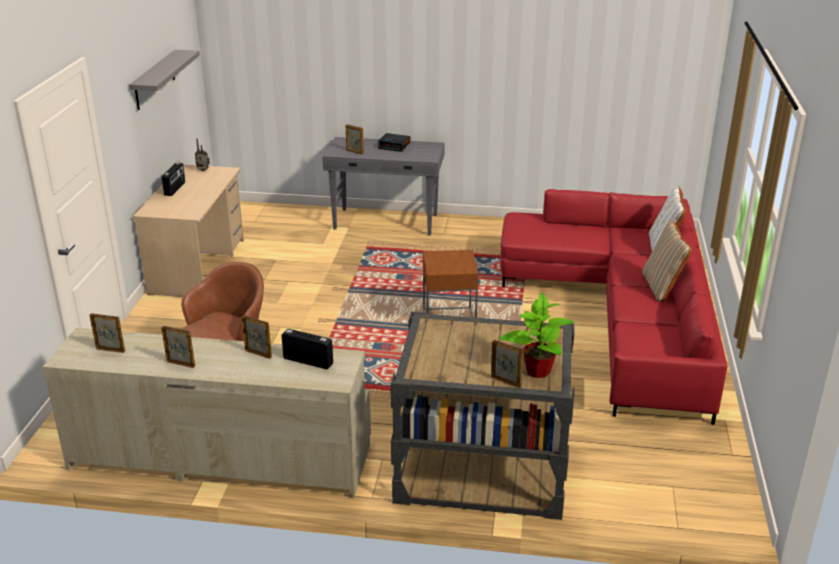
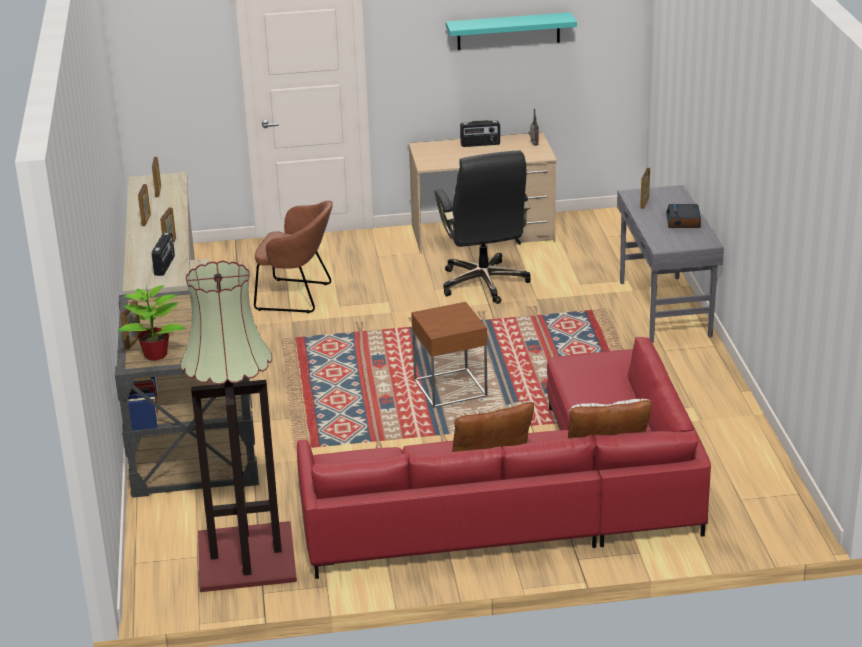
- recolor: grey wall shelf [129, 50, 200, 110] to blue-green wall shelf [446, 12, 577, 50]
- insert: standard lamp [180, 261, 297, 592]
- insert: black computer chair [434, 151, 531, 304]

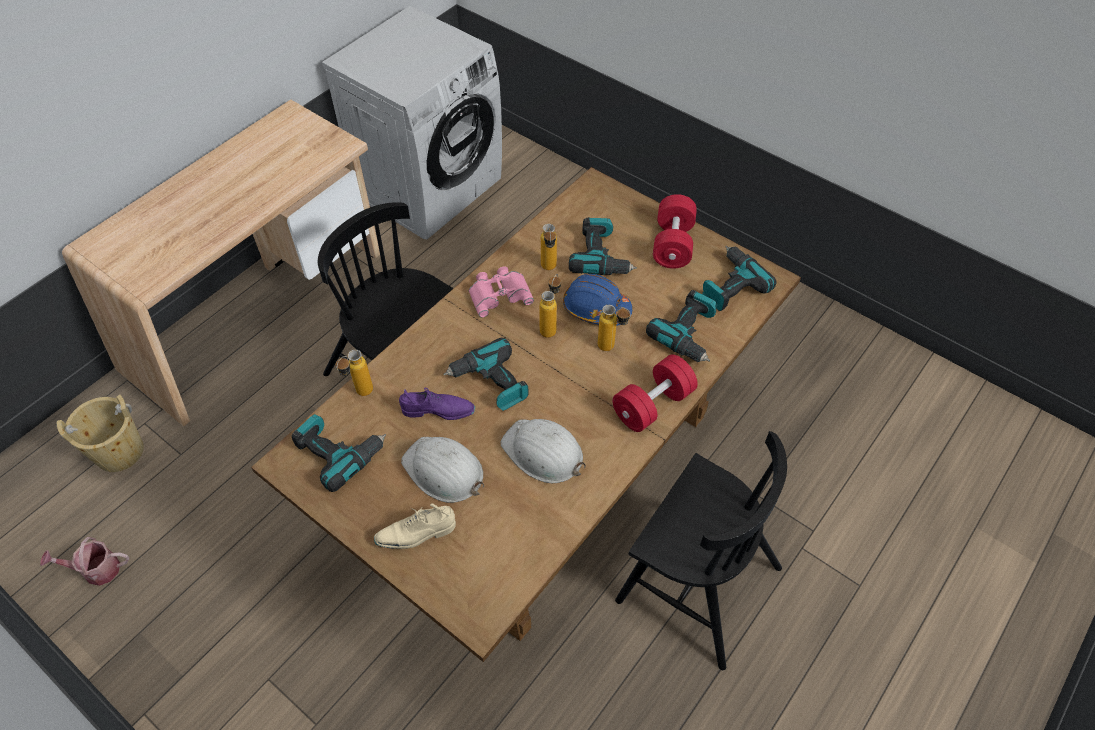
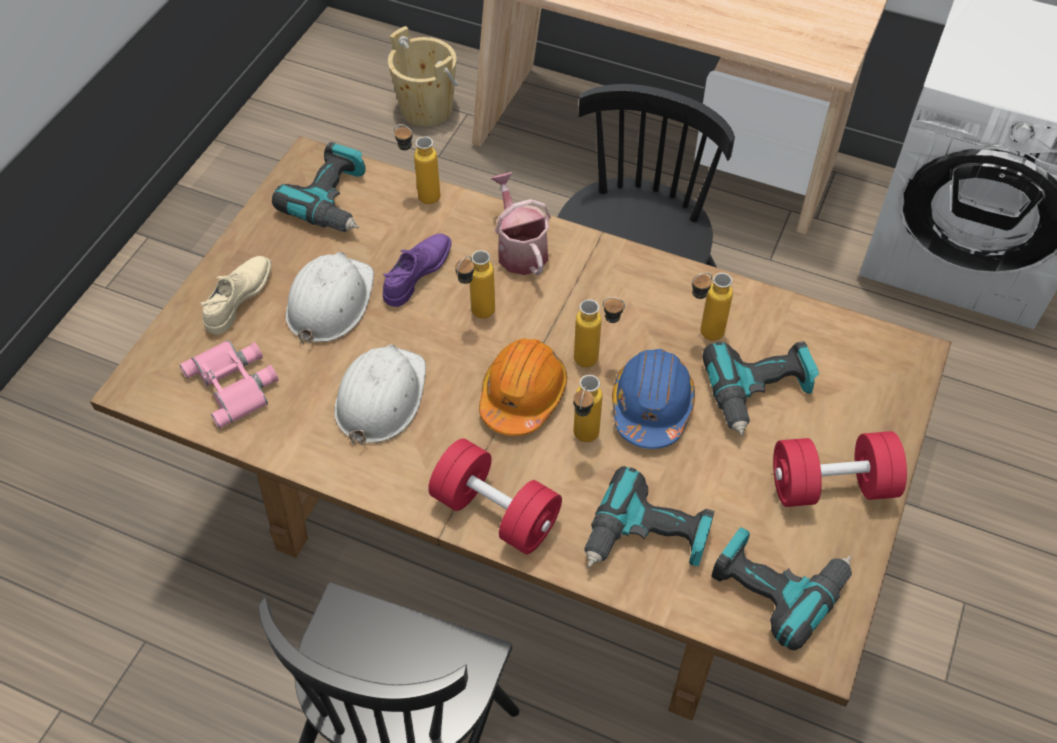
- move: sprinkling can [40, 537, 129, 586] to [490, 172, 551, 276]
- rotate: beige-coloured low shoe [374, 503, 456, 549] = [200, 256, 271, 335] 60 degrees clockwise
- rotate: purple-coloured low shoe [399, 387, 475, 420] = [383, 234, 451, 307] 135 degrees counterclockwise
- replace: electric drill [444, 338, 528, 411] to bottle [455, 250, 495, 318]
- move: pinkish binoculars [469, 266, 534, 317] to [180, 340, 279, 428]
- insert: orange-coloured safety helmet [479, 338, 567, 436]

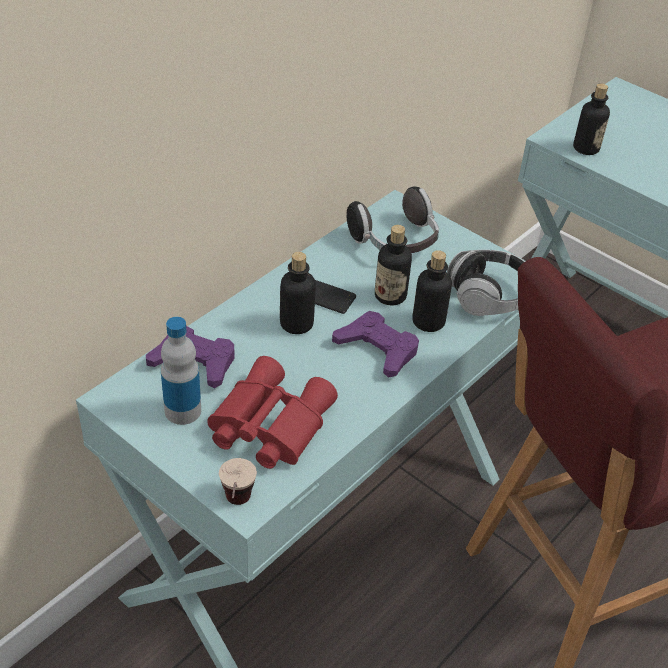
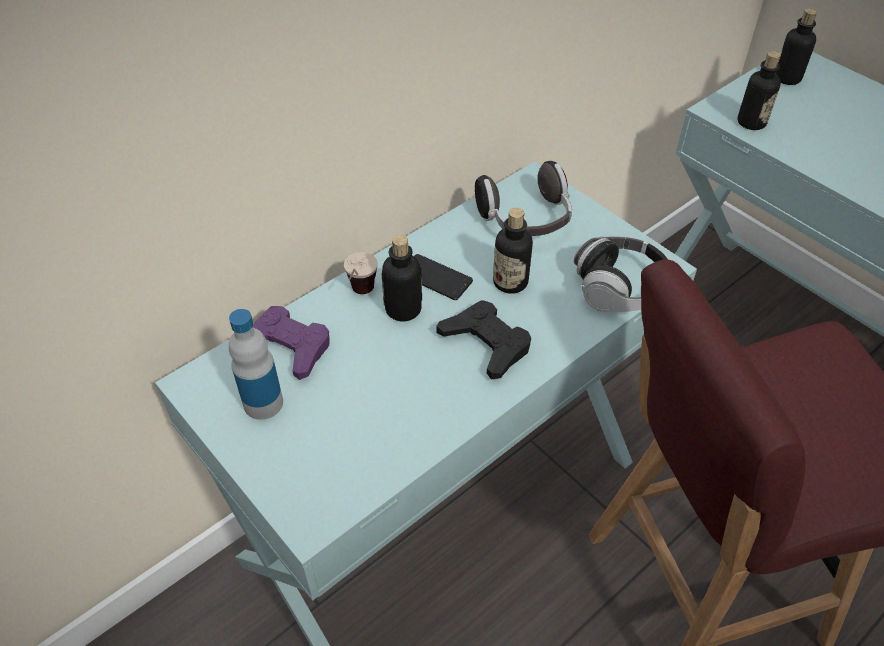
- delete: reddish binoculars [207, 356, 338, 469]
- move: small cup [219, 458, 257, 505] to [344, 252, 378, 294]
- recolor: purple-coloured game controller [332, 311, 419, 377] to black game controller [436, 300, 531, 379]
- move: bottle [412, 250, 452, 332] to [776, 8, 817, 85]

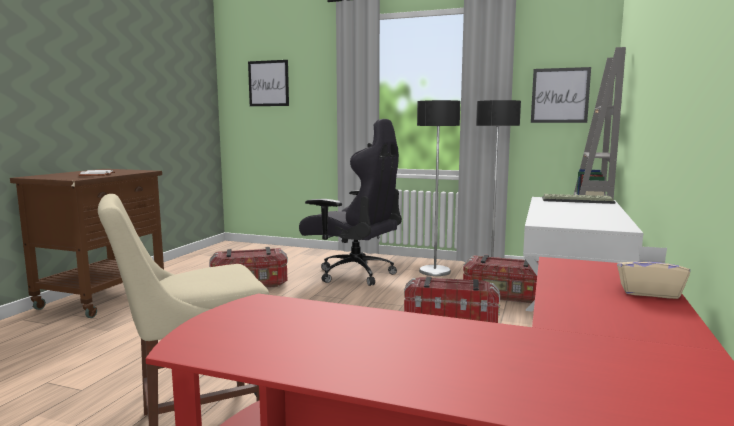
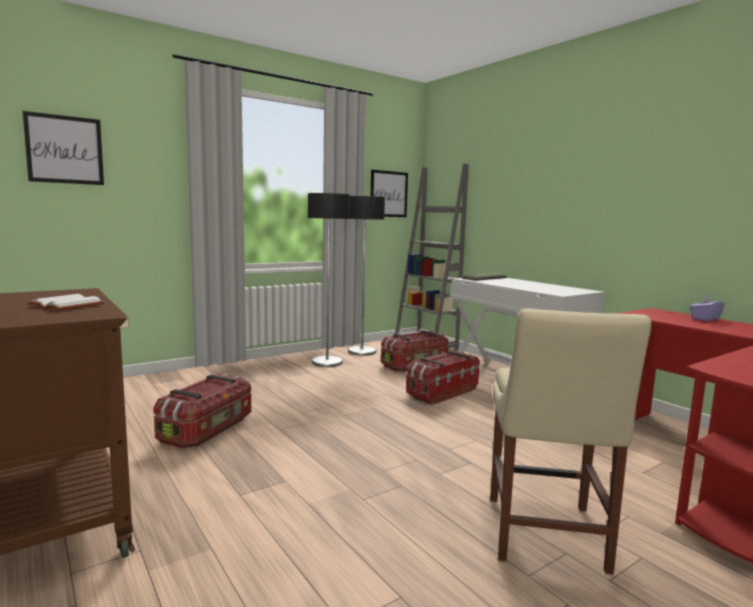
- delete: black computer chair [299, 119, 402, 286]
- recolor: beige-coloured tissue holder [617, 246, 690, 299] to purple-coloured tissue holder [690, 294, 724, 321]

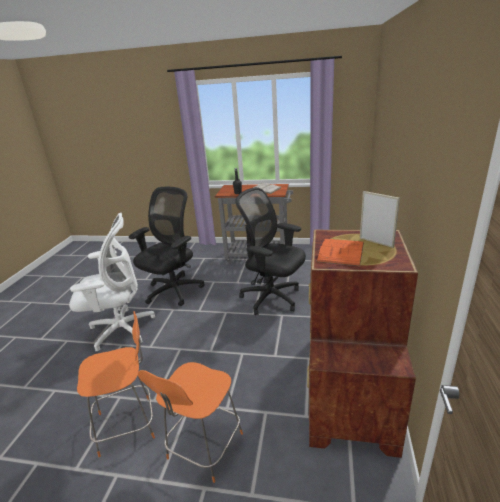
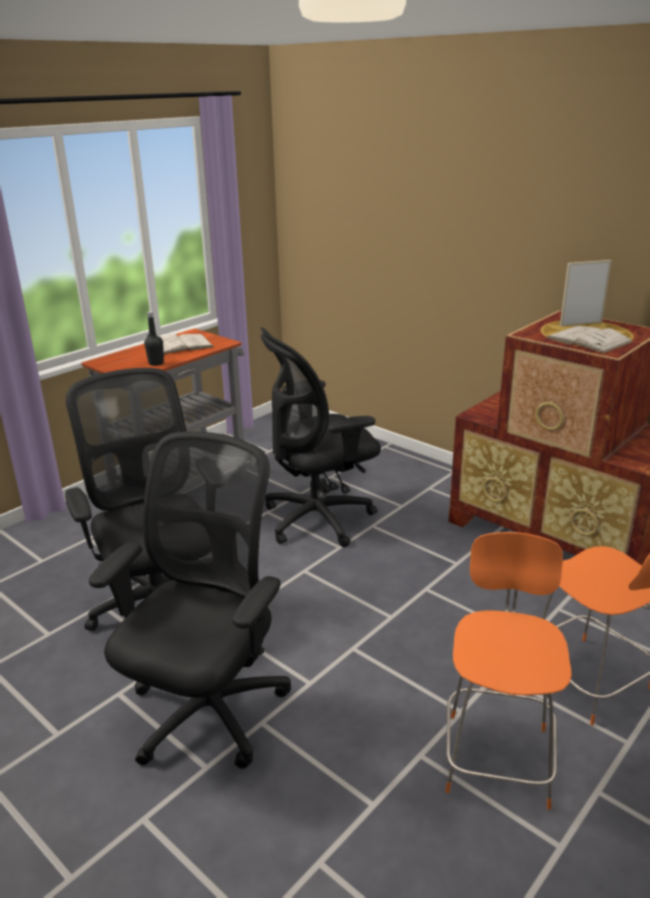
- recolor: white-coloured computer chair [69, 213, 155, 351] to black computer chair [89, 431, 291, 768]
- recolor: orange-coloured volume [316, 239, 364, 266] to white-coloured volume [546, 326, 633, 354]

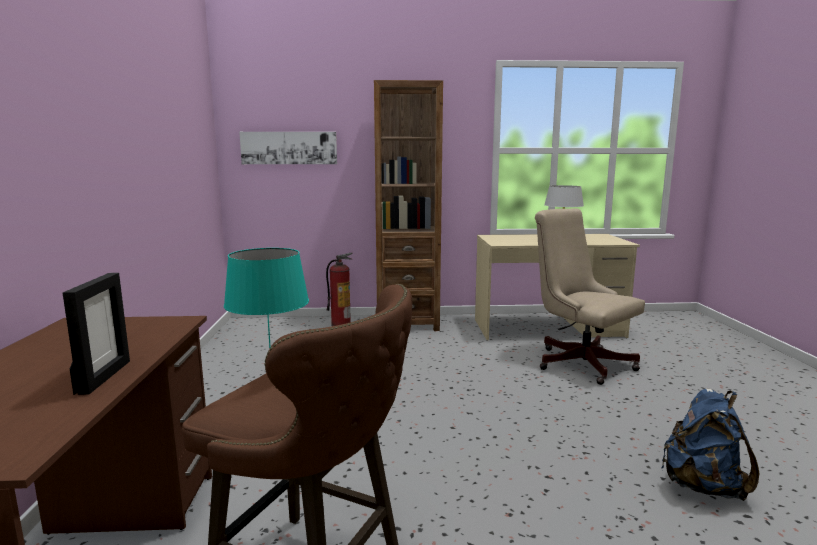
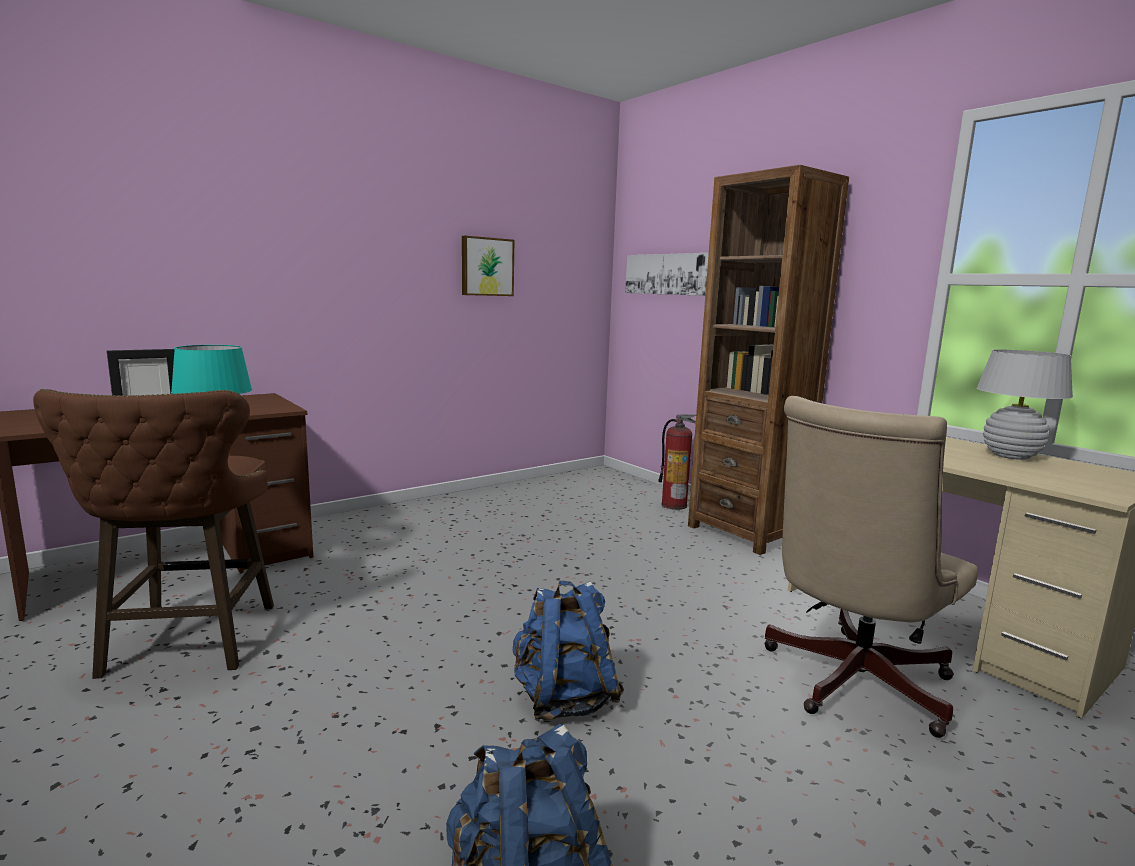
- rotate: beige-coloured computer chair [535, 209, 645, 385] = [764, 396, 978, 738] 150 degrees counterclockwise
- insert: wall picture [462, 236, 514, 296]
- insert: blue-coloured knapsack [513, 581, 624, 721]

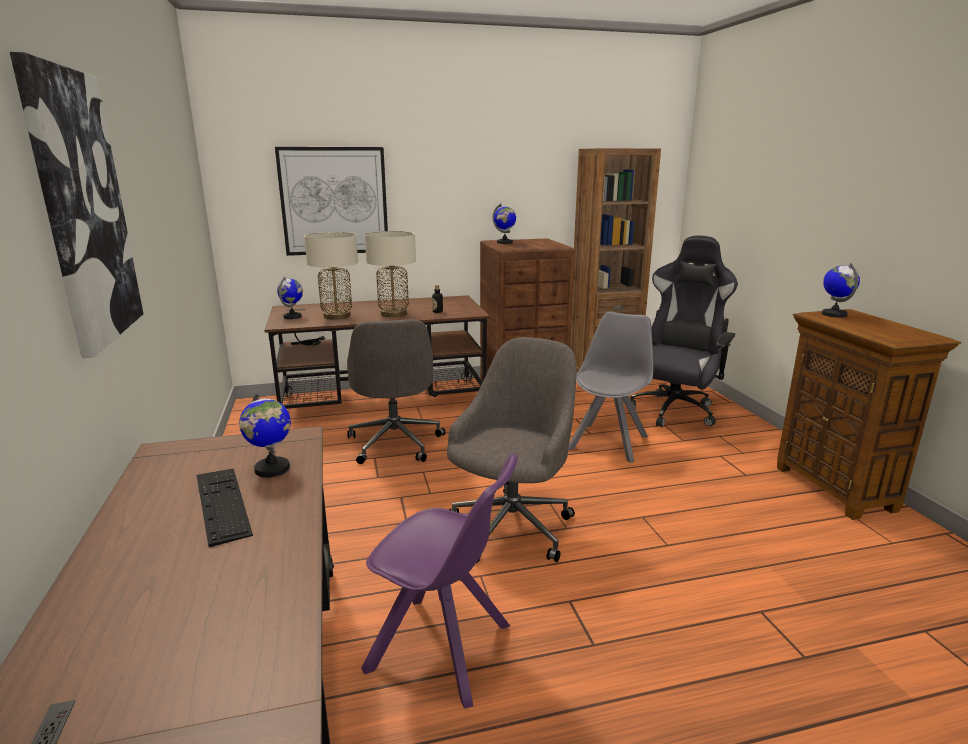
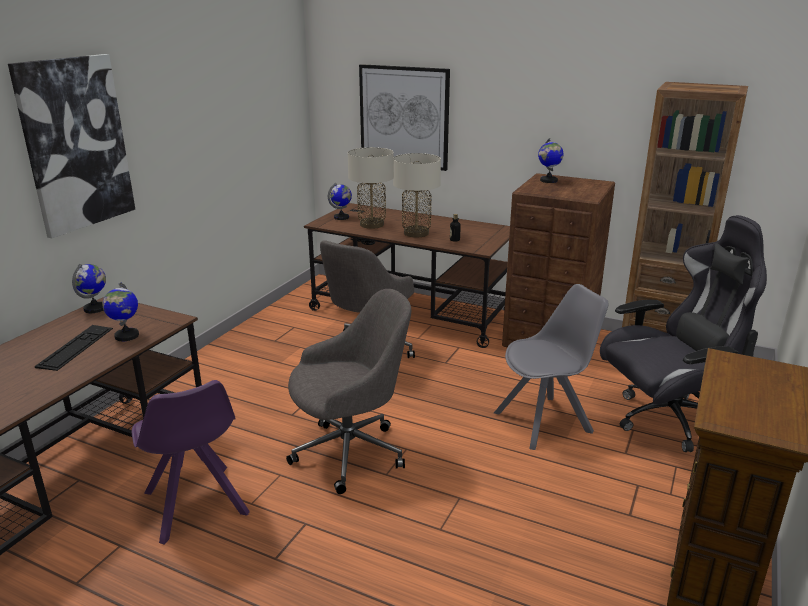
- move: desk globe [822, 263, 860, 318] to [72, 264, 106, 313]

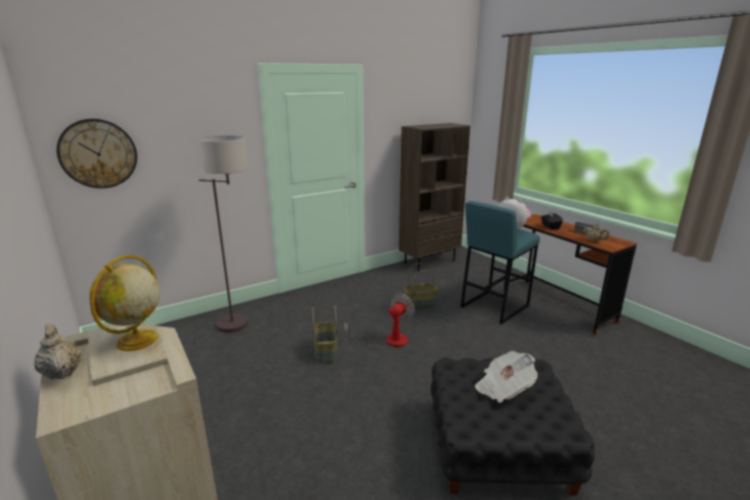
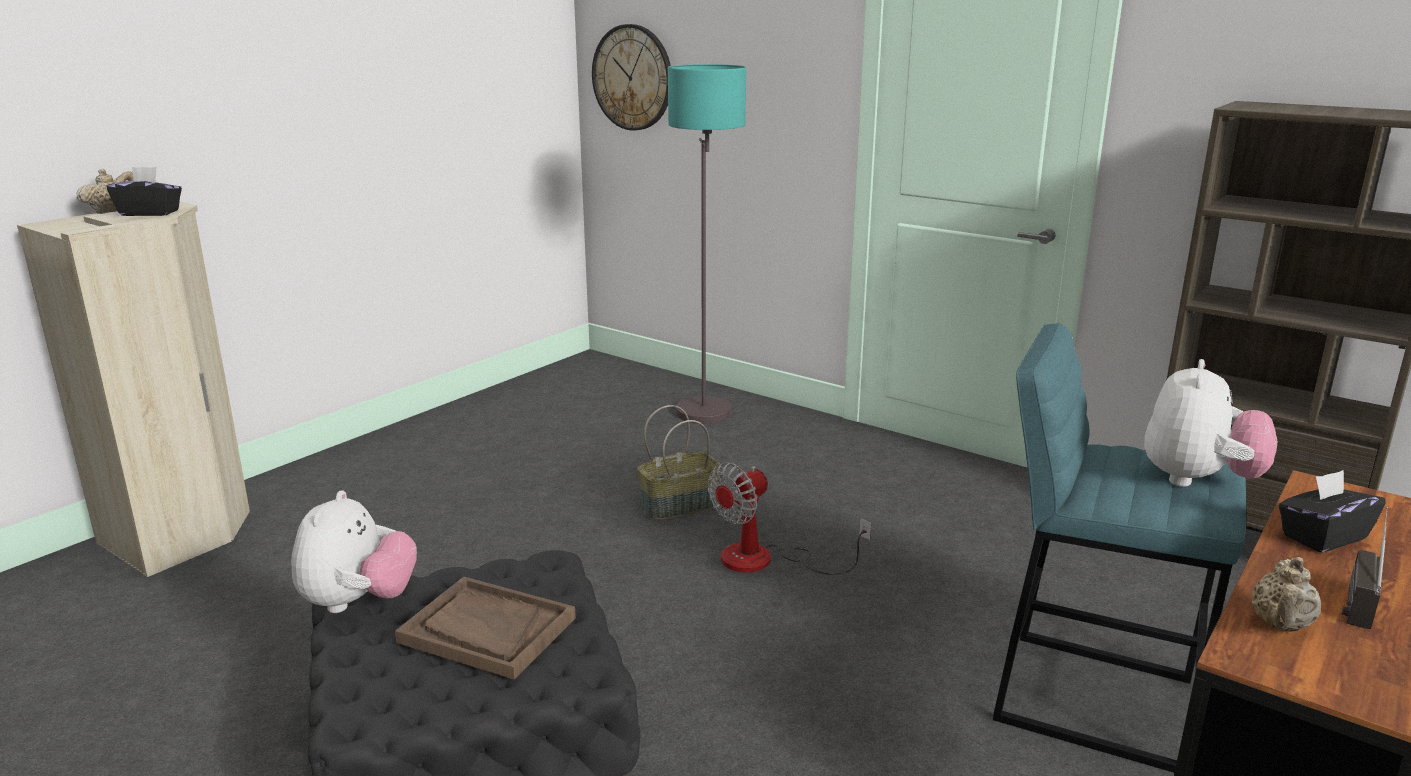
- replace: desk globe [89, 255, 160, 351] to black tissue holder [106, 167, 182, 216]
- recolor: grey standard lamp [199, 136, 248, 333] to blue-green standard lamp [668, 64, 746, 424]
- rotate: electric fan [344, 294, 414, 348] = [708, 462, 871, 575] 120 degrees clockwise
- delete: household basket [404, 263, 439, 310]
- replace: daily paper [475, 351, 538, 403] to brown-coloured serving tray [395, 577, 576, 679]
- insert: plush toy [291, 490, 417, 613]

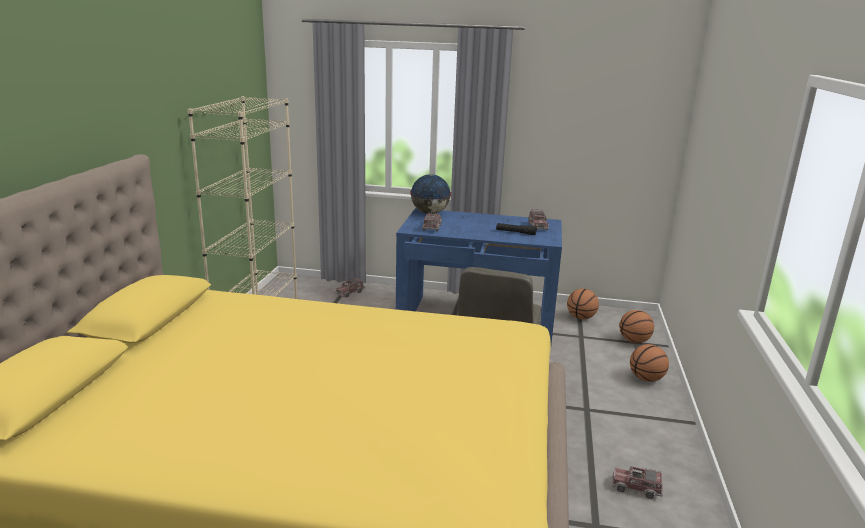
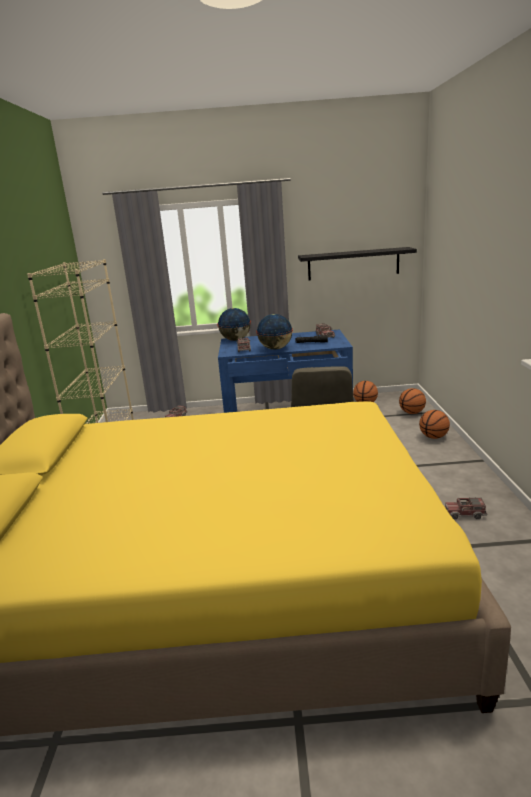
- insert: desk globe [256, 314, 293, 350]
- insert: black wall shelf [298, 247, 417, 281]

